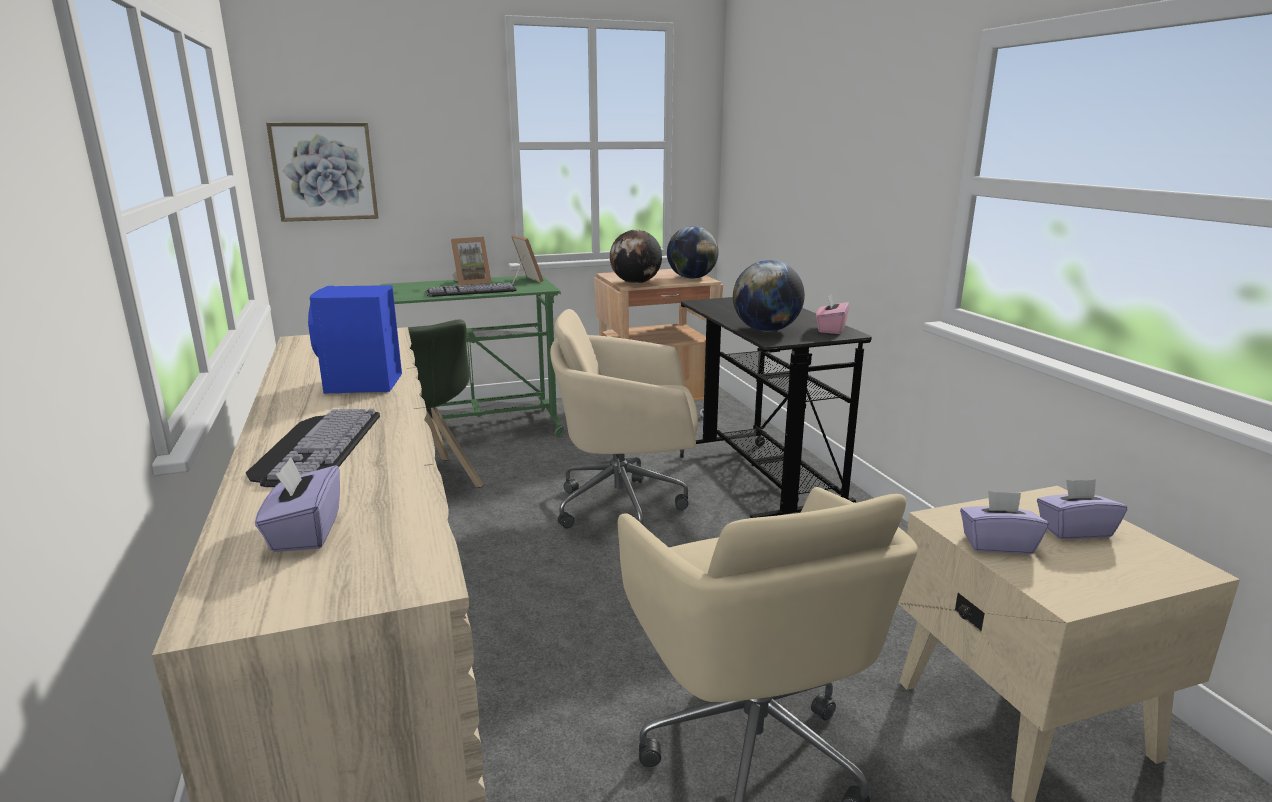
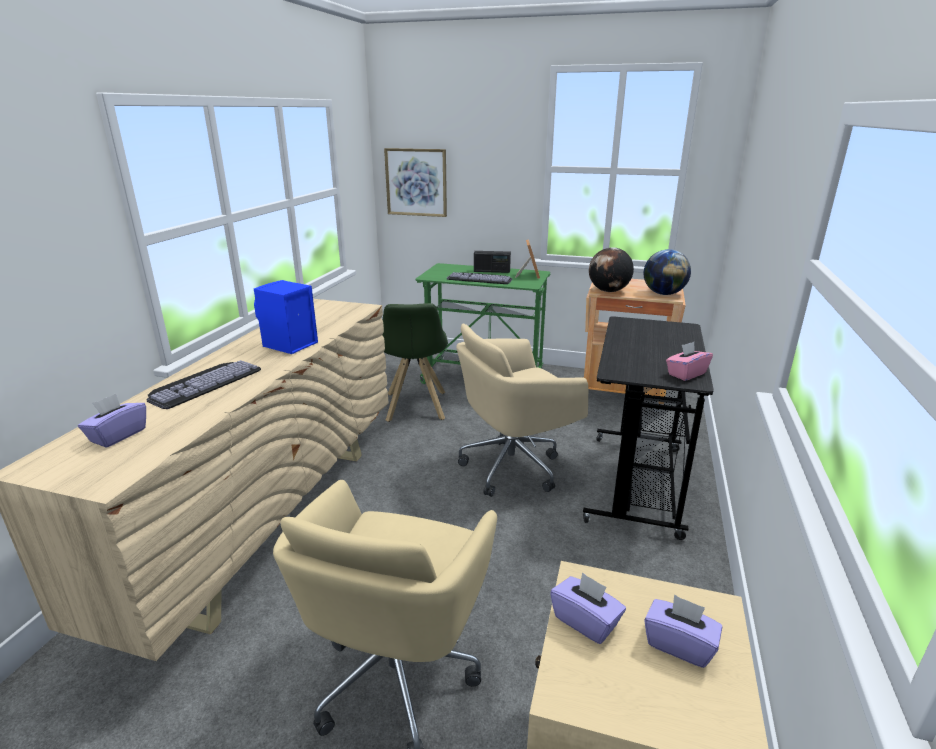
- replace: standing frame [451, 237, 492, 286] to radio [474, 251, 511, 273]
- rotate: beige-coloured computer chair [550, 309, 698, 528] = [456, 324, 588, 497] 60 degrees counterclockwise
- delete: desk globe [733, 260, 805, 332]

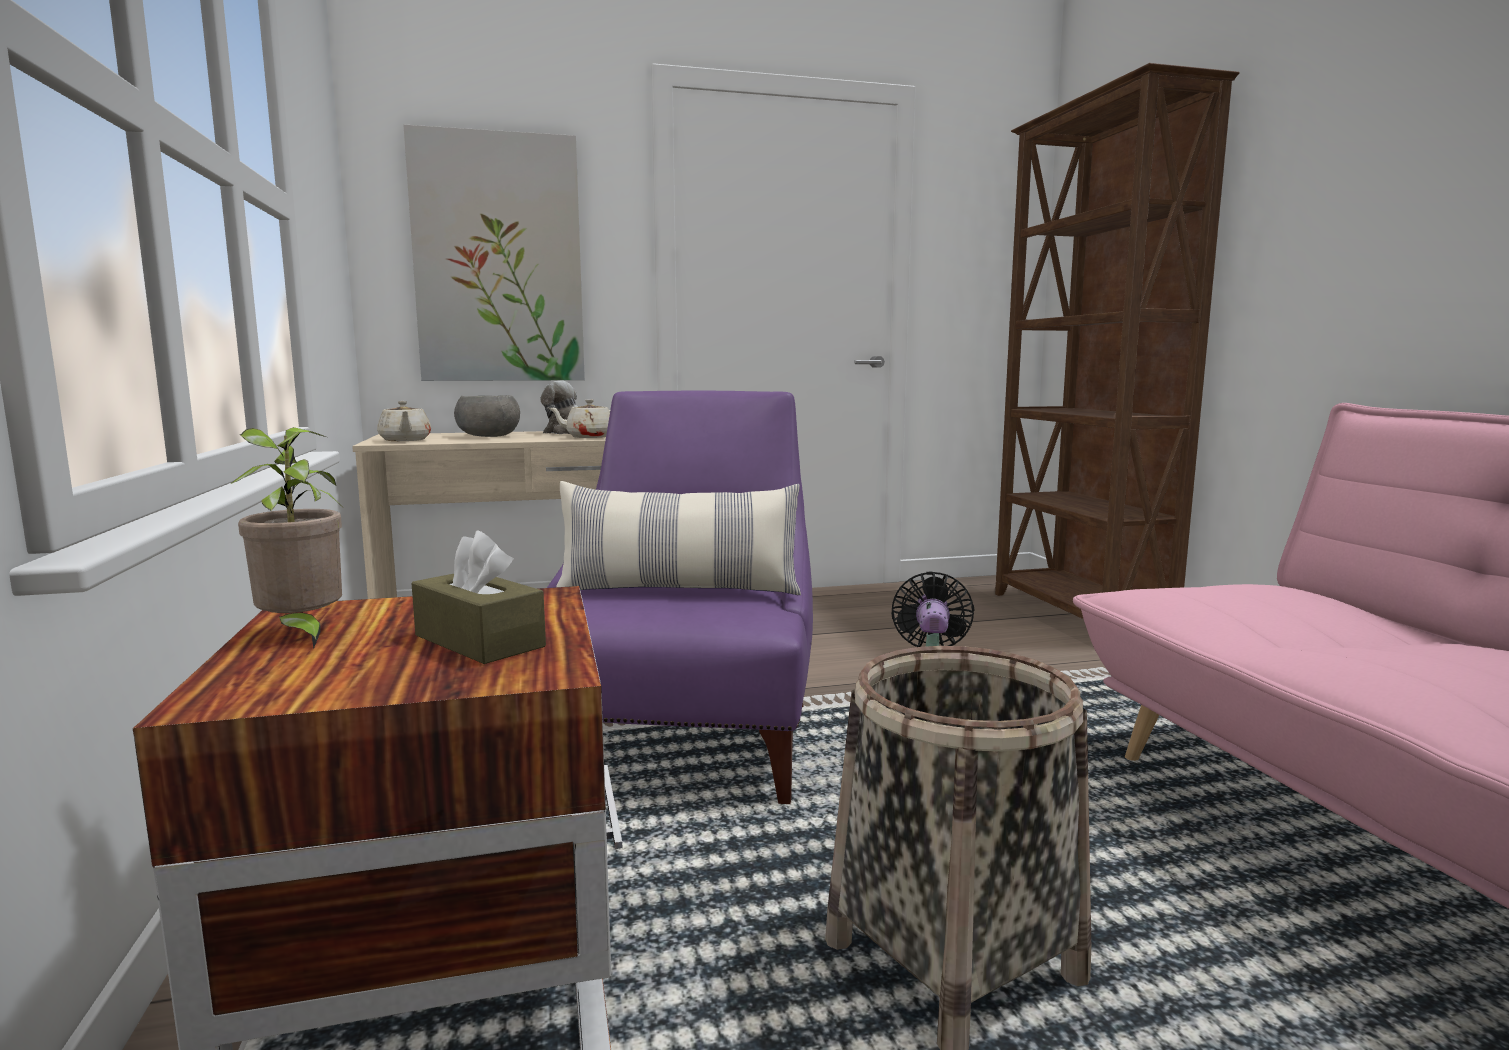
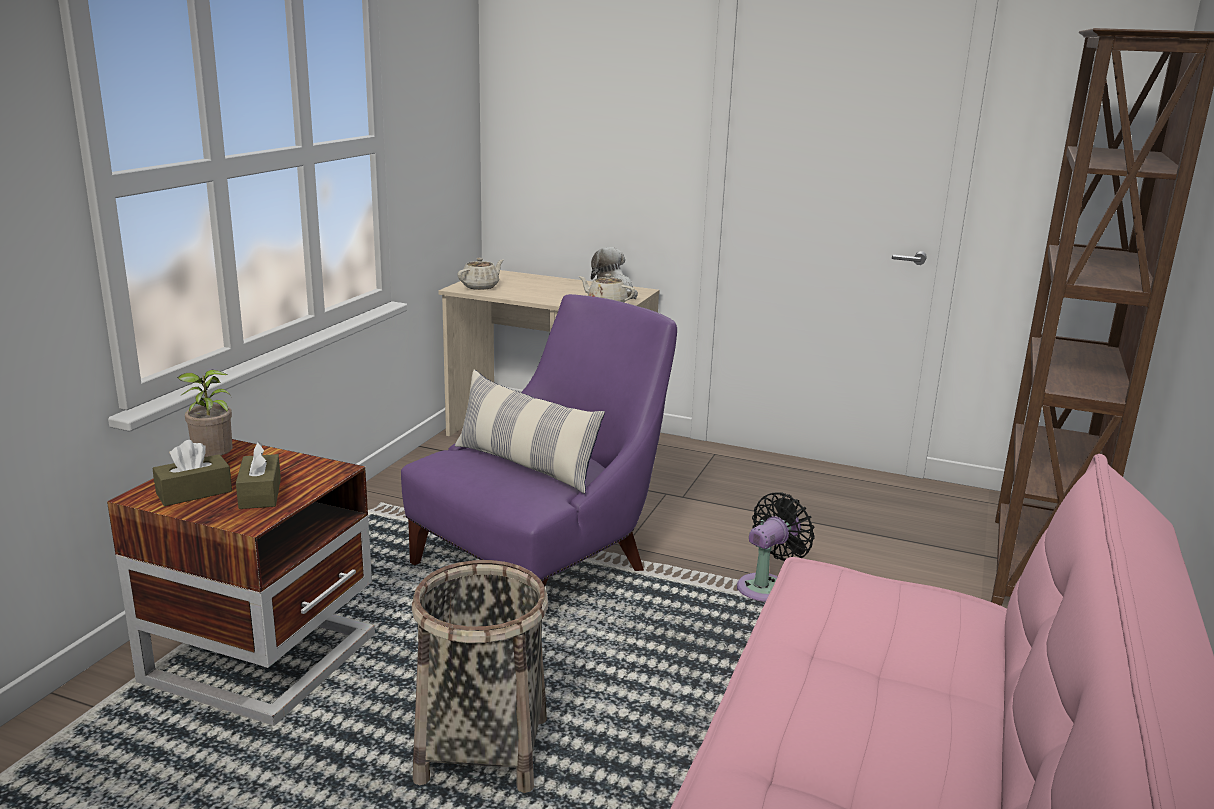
- rotate: beige-coloured teapot [377, 401, 431, 441] = [457, 258, 504, 290] 150 degrees counterclockwise
- delete: wall picture [403, 125, 585, 381]
- delete: grey bowl [454, 395, 520, 437]
- insert: brown-coloured tissue holder [153, 440, 232, 506]

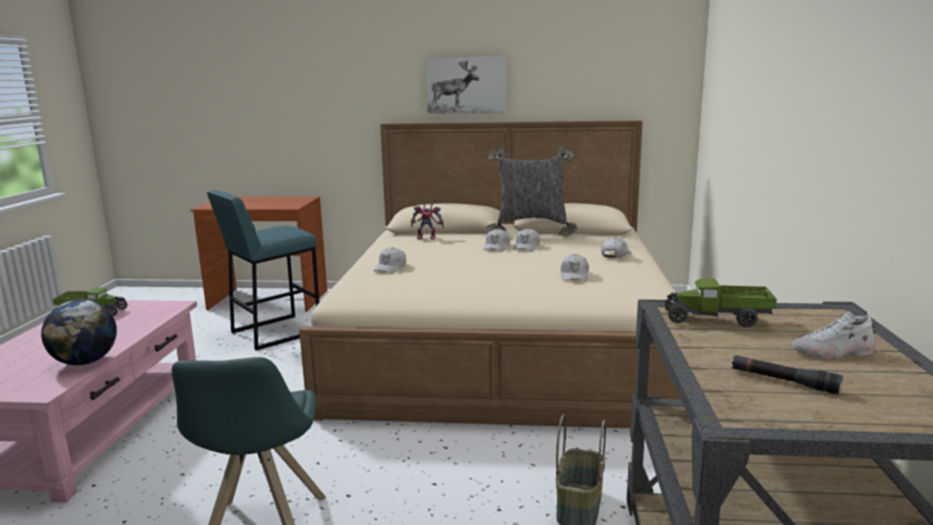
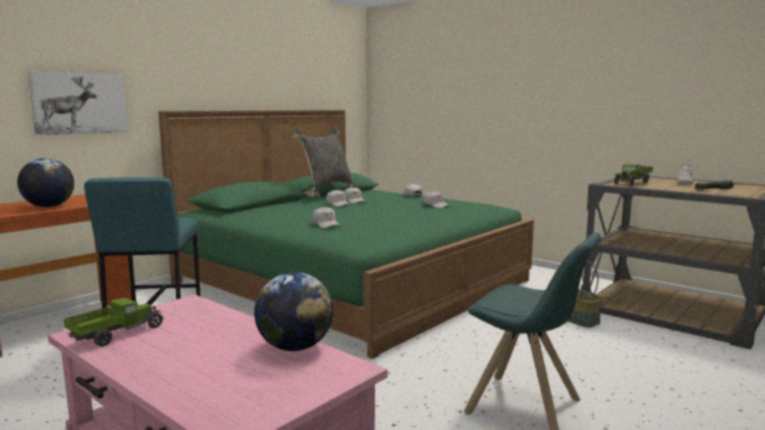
- recolor: beige-coloured bedroom bed [299, 120, 681, 428] to greenish bedroom bed [158, 110, 534, 359]
- delete: toy robot [411, 195, 444, 239]
- move: wall picture [426, 56, 506, 114] to [28, 71, 128, 135]
- insert: desk globe [17, 158, 74, 207]

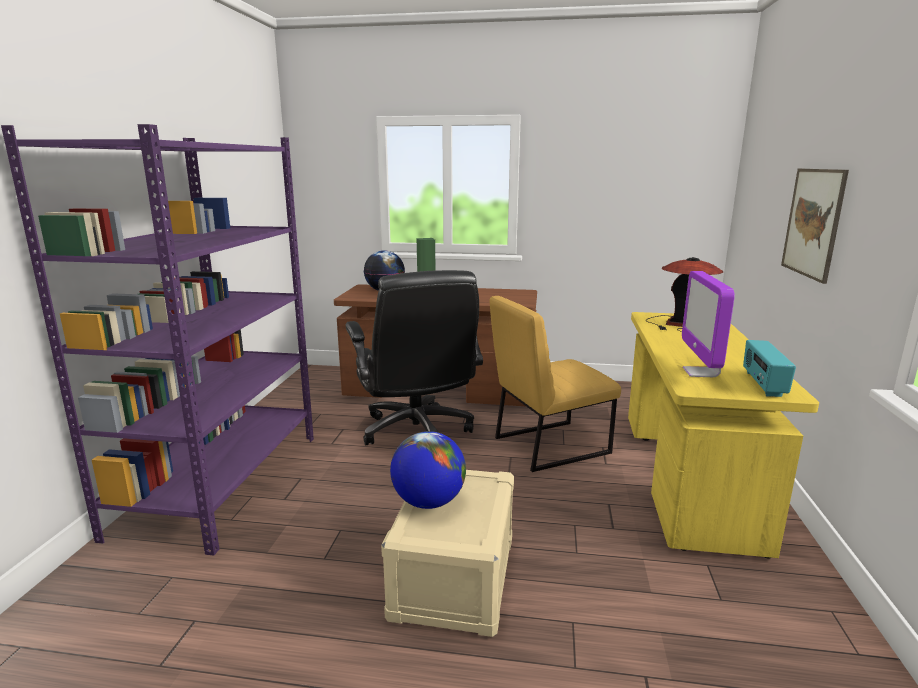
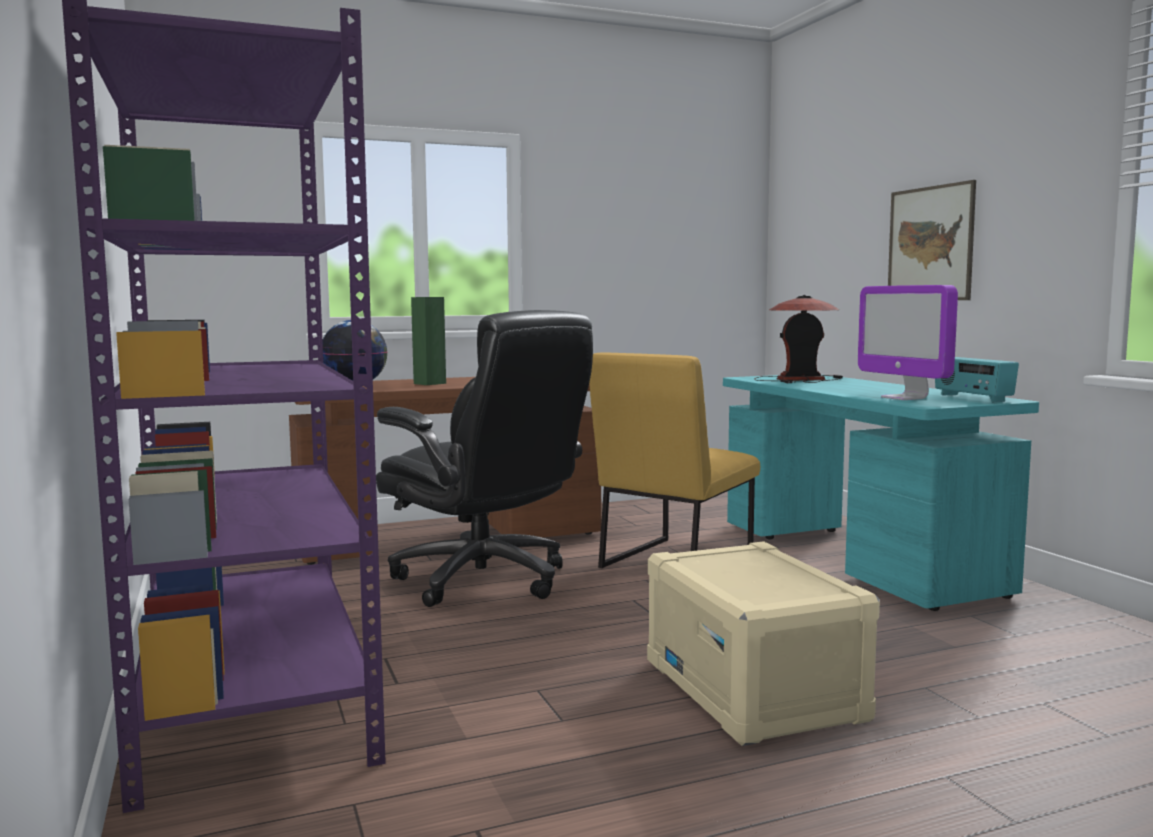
- delete: desk globe [390, 431, 466, 509]
- recolor: yellow desk unit [628, 312, 819, 559] to blue-green desk unit [723, 375, 1039, 611]

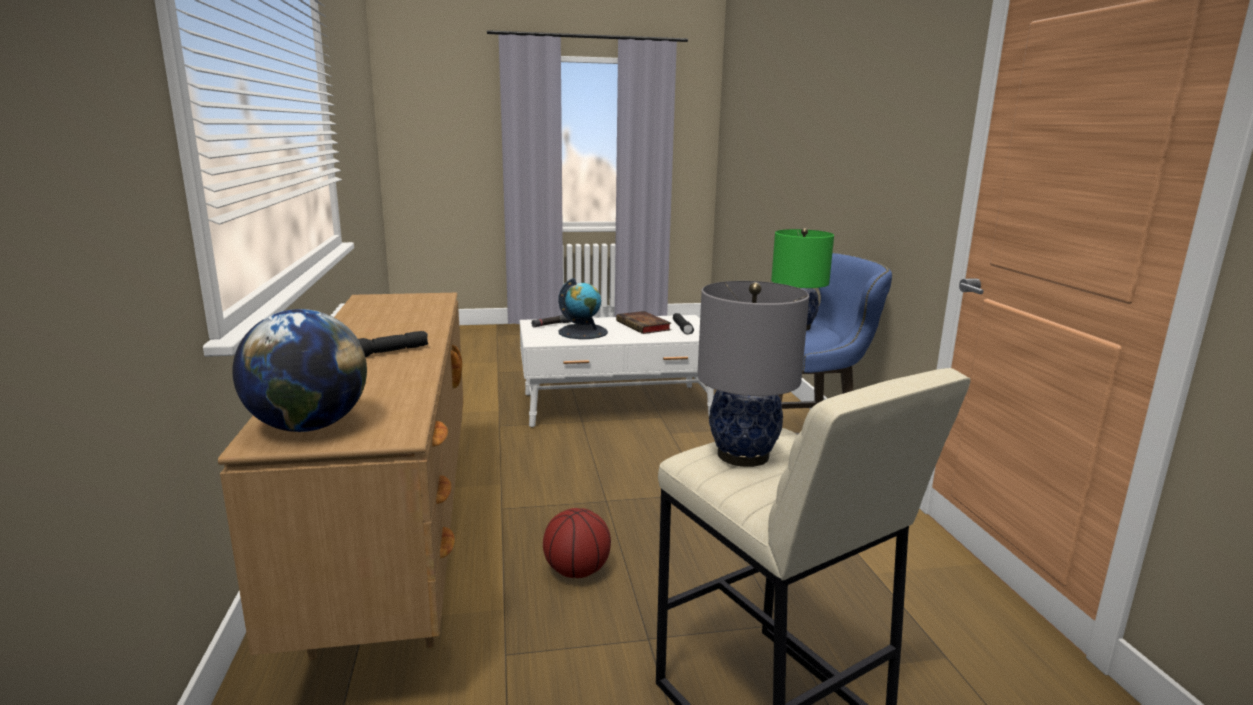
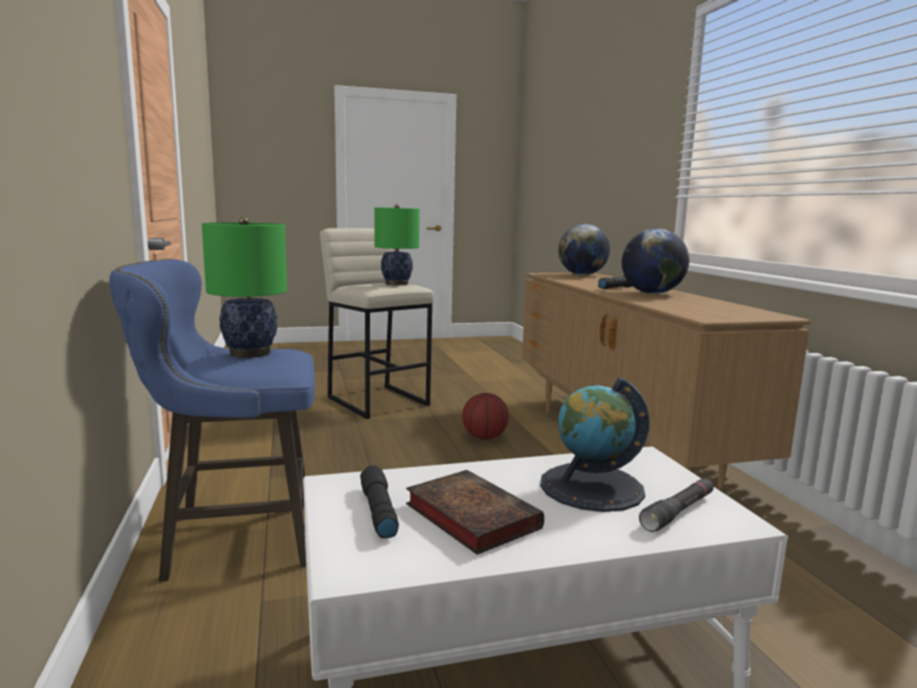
- recolor: grey lamp for a table [697, 281, 809, 467] to greenish lamp for a table [374, 204, 420, 285]
- insert: desk globe [622, 229, 689, 294]

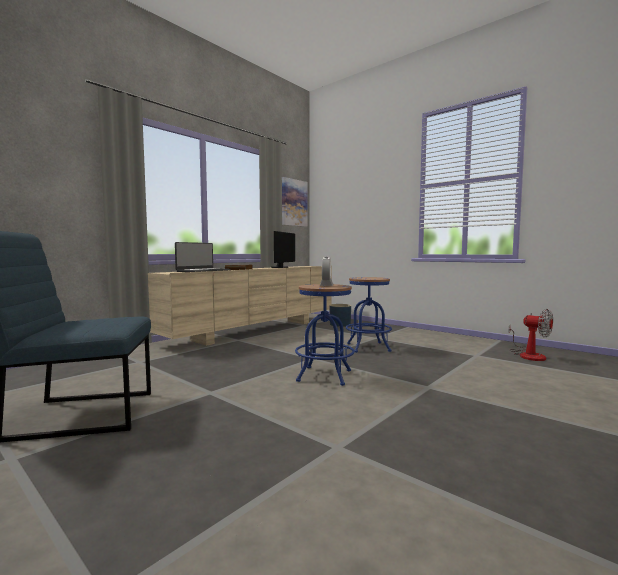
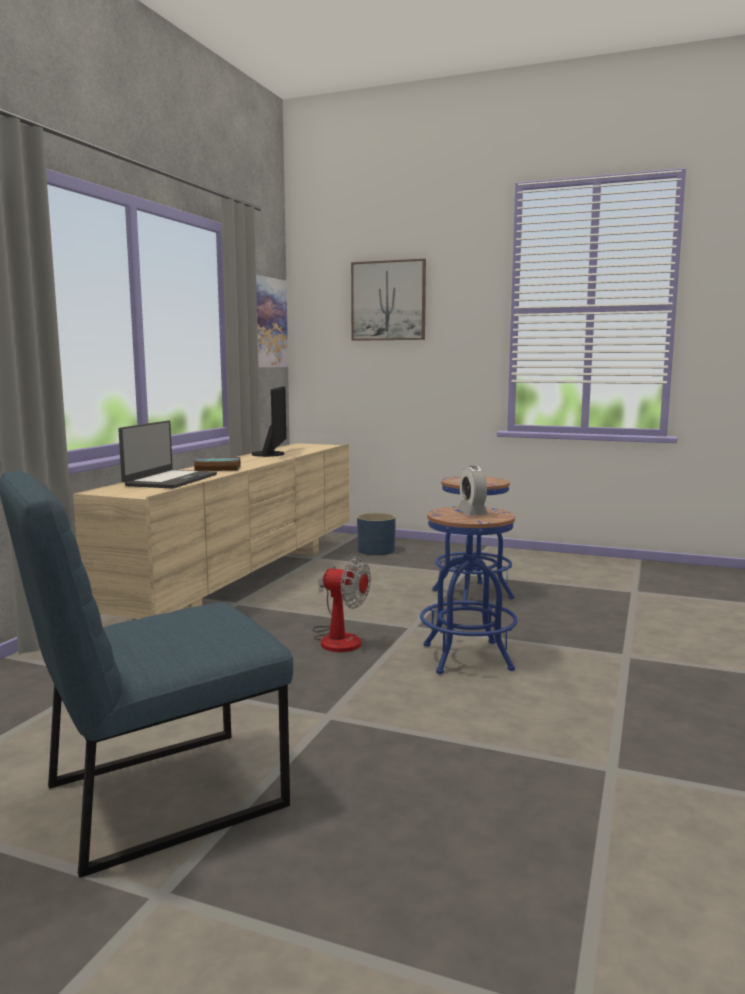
- move: electric fan [508, 309, 553, 361] to [312, 557, 371, 652]
- insert: wall picture [351, 259, 426, 341]

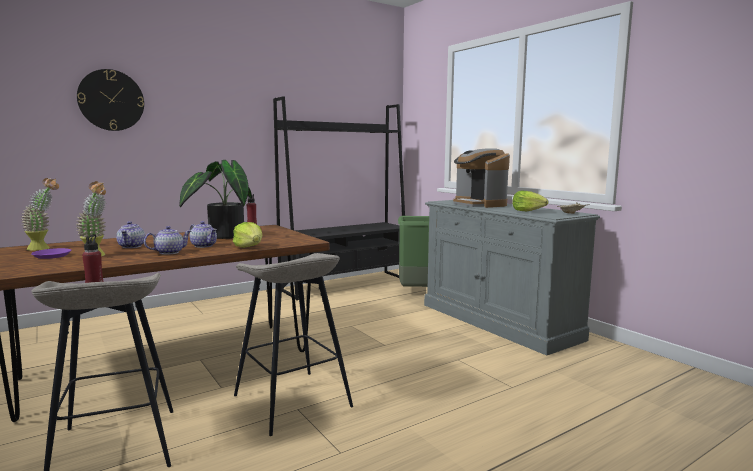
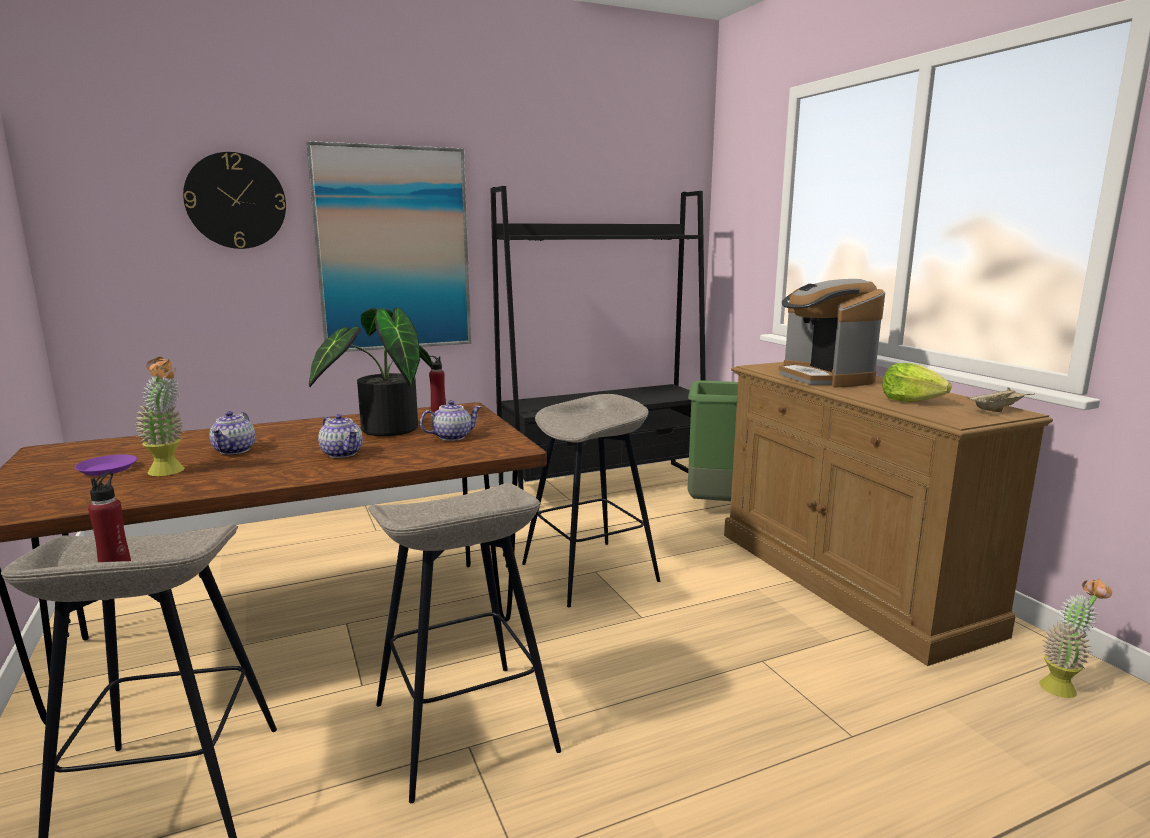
- move: houseplant [22, 178, 59, 251] to [1039, 578, 1112, 698]
- move: teapot [144, 226, 191, 255] to [420, 400, 482, 441]
- delete: lettuce [233, 222, 263, 248]
- recolor: grey cupboard [424, 200, 600, 356] to brown-coloured cupboard [724, 362, 1053, 666]
- insert: wall picture [306, 141, 471, 352]
- insert: grey sitting stool [522, 394, 660, 607]

